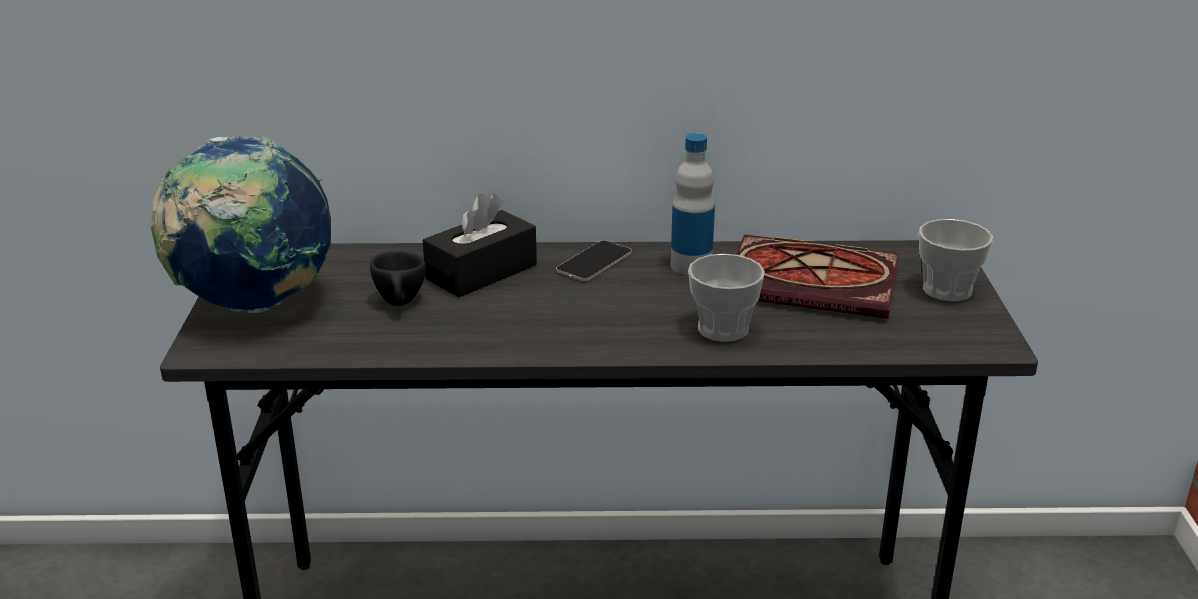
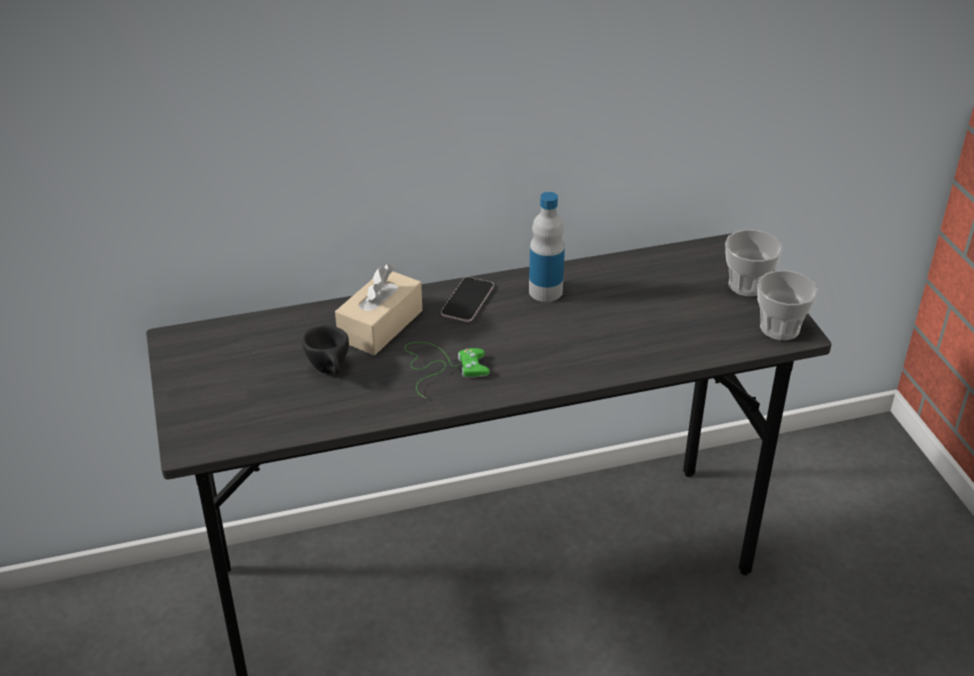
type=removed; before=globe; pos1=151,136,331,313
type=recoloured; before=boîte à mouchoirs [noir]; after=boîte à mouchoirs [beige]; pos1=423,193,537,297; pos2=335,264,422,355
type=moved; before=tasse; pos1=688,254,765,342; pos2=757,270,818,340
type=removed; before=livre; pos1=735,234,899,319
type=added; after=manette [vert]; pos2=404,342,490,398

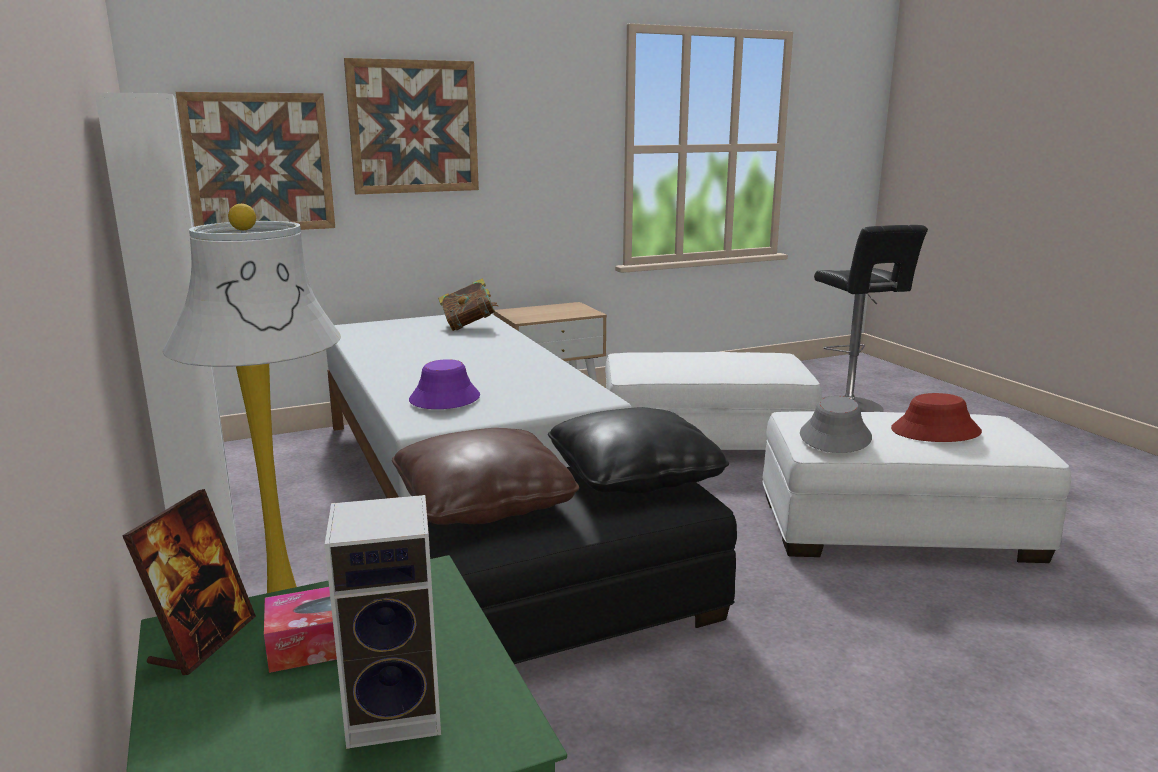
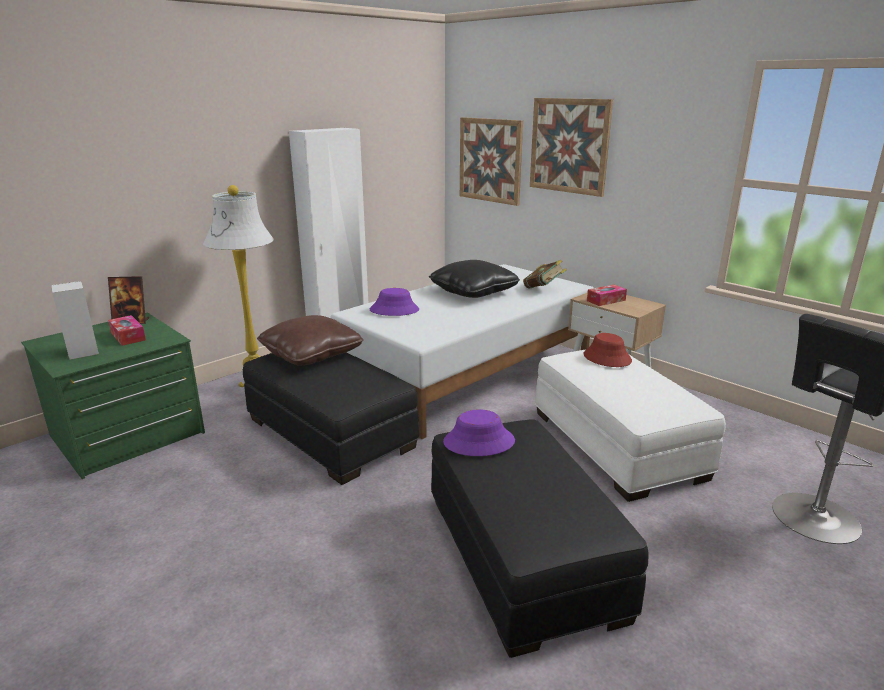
type=moved; before=coussin [noir]; pos1=548,407,729,494; pos2=429,260,520,298
type=recoloured; before=pouf [blanc]; after=pouf [noir]; pos1=762,411,1071,563; pos2=431,419,649,658
type=recoloured; before=chapeau [gris]; after=chapeau [violet]; pos1=800,396,872,453; pos2=443,409,515,456
type=moved; before=chapeau [rouge]; pos1=891,393,982,442; pos2=584,333,632,367
type=added; after=boîte à mouchoirs; pos2=587,285,627,306

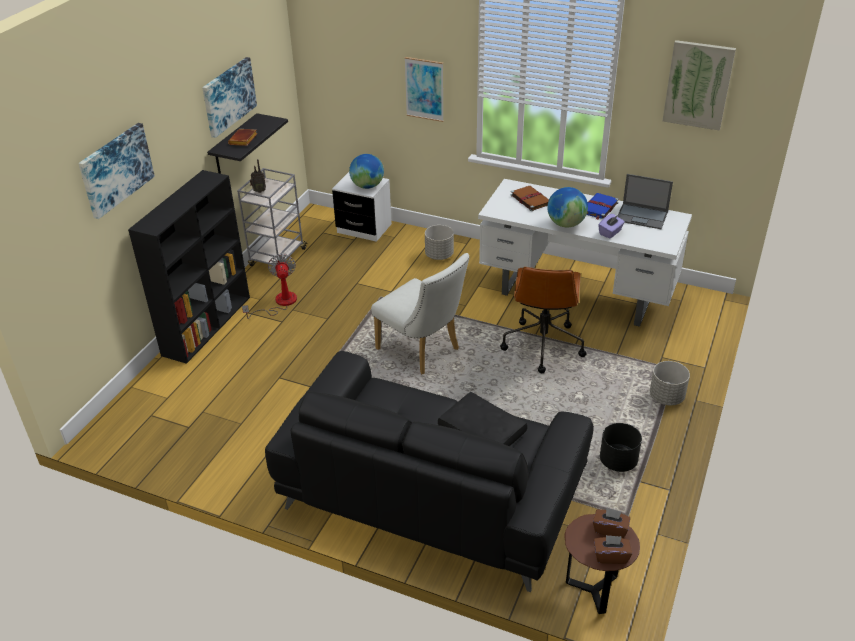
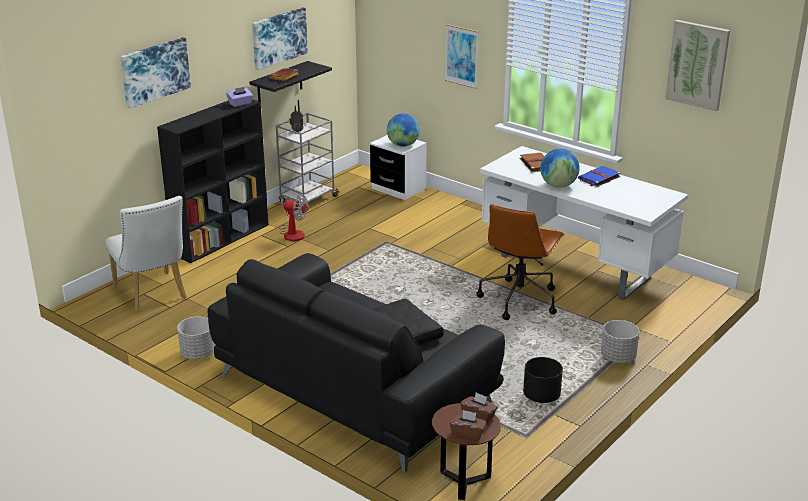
type=turned; before=ventilateur; pos1=242,254,297,319; pos2=279,195,308,241; turn=105
type=moved; before=chaise [blanc]; pos1=371,253,470,374; pos2=105,196,187,312
type=moved; before=cache-pot [gris]; pos1=425,225,454,260; pos2=177,317,215,359
type=moved; before=boîte à mouchoirs [violet]; pos1=598,214,625,238; pos2=226,87,253,107
type=removed; before=ordinateur portable; pos1=617,174,673,229

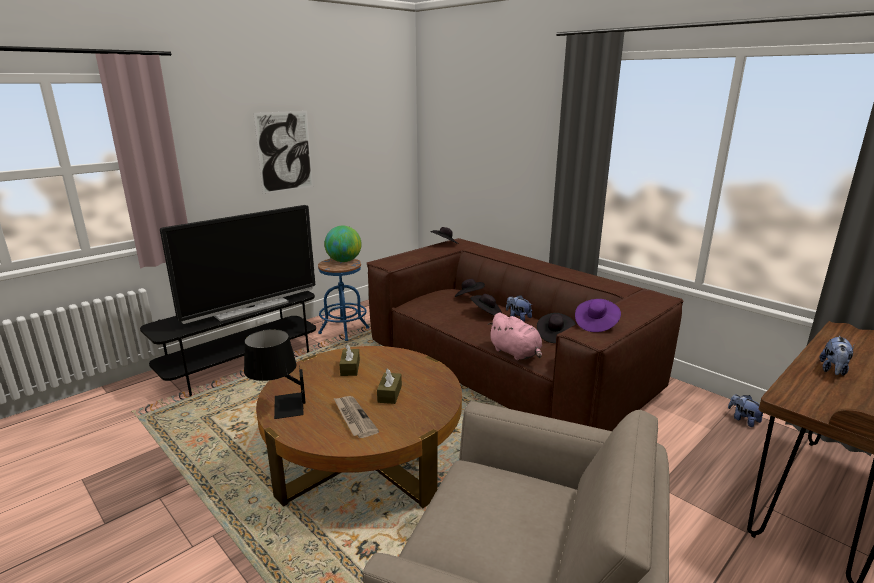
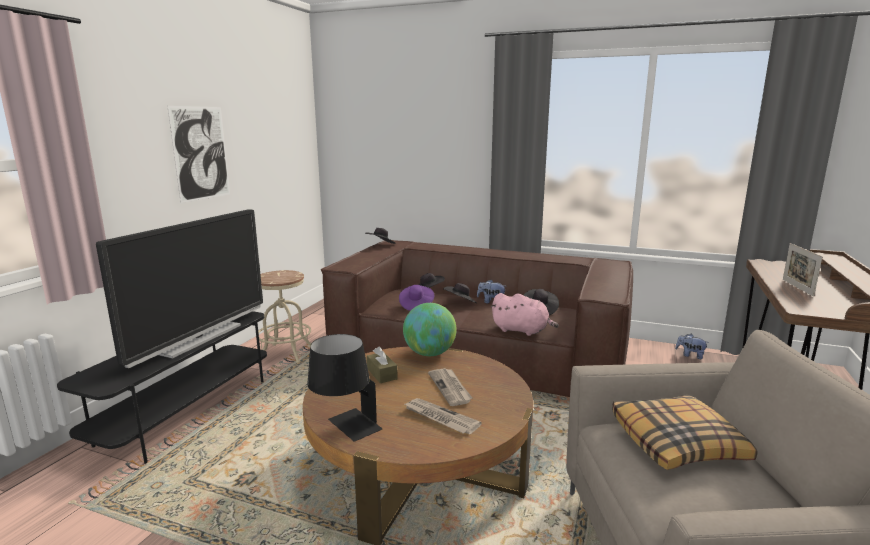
type=recoloured; before=tabouret [bleu]; after=tabouret [beige]; pos1=318,258,369,341; pos2=258,270,311,363
type=moved; before=globe; pos1=324,226,362,262; pos2=403,303,457,356
type=replaced; before=boîte à mouchoirs [marron]; after=journal; pos1=377,368,402,404; pos2=428,368,472,406
type=moved; before=chapeau [violet]; pos1=575,299,621,332; pos2=399,285,434,311
type=replaced; before=peluche; after=cadre photo; pos1=820,336,854,376; pos2=783,243,823,296
type=added; after=coussin; pos2=612,395,757,470

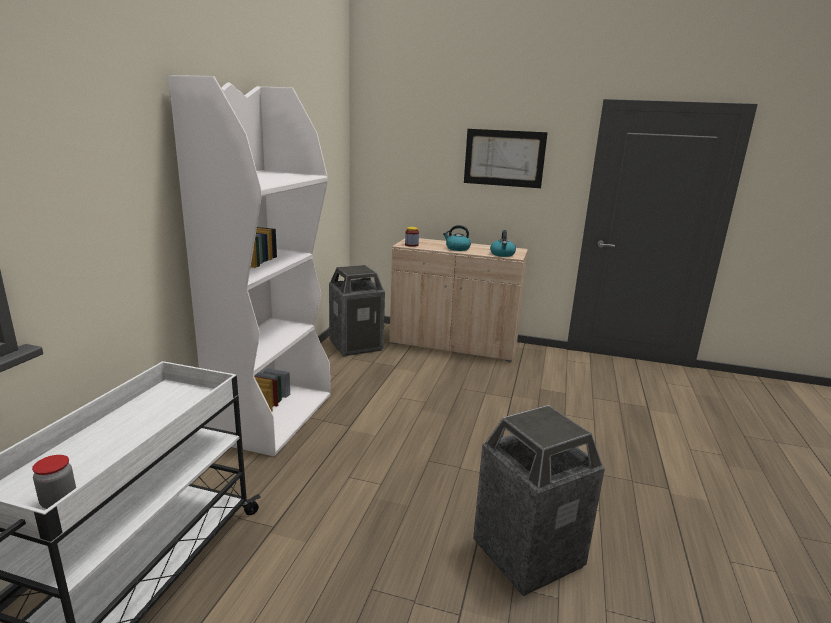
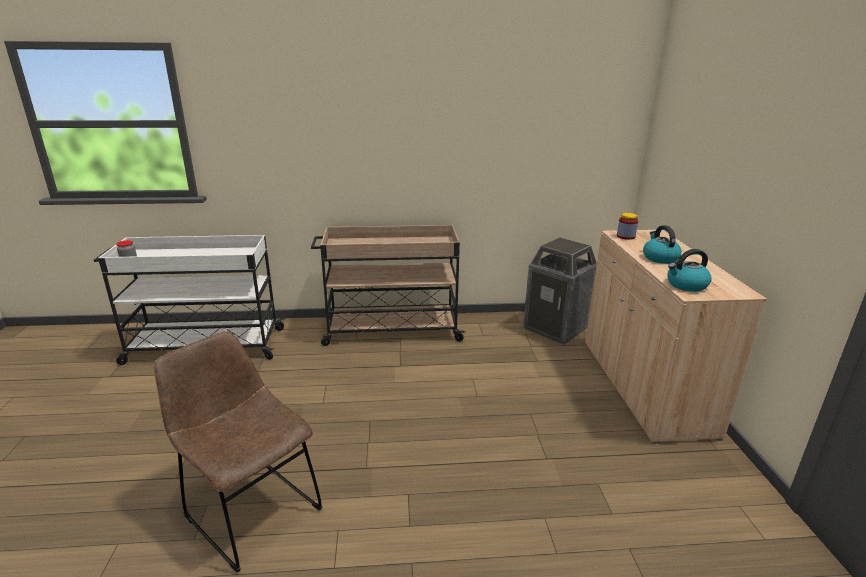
type=replaced; before=bibliothèque [blanc]; after=chariot [beige]; pos1=169,75,330,456; pos2=311,225,466,346
type=removed; before=tableau; pos1=464,129,548,188
type=replaced; before=poubelle; after=chaise [marron]; pos1=473,405,605,596; pos2=153,331,322,573

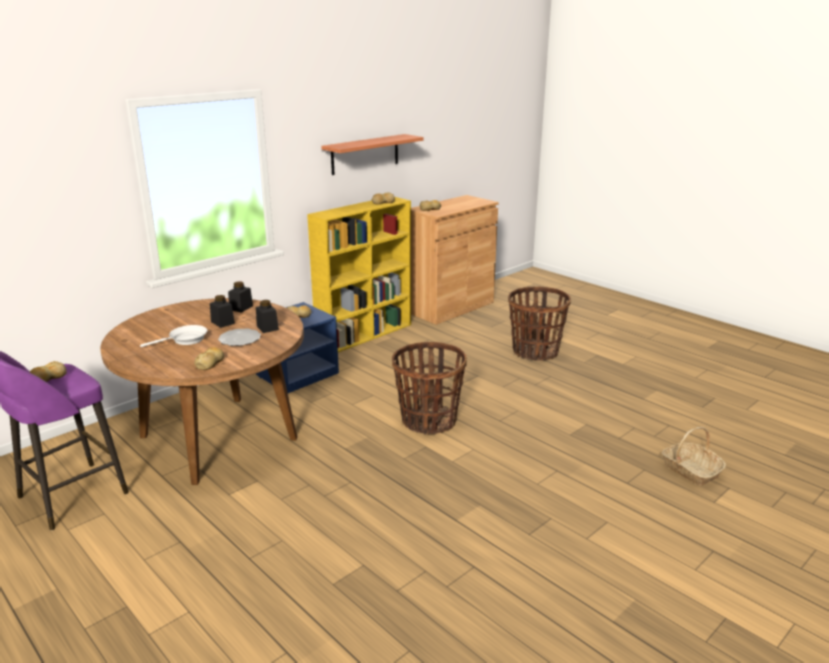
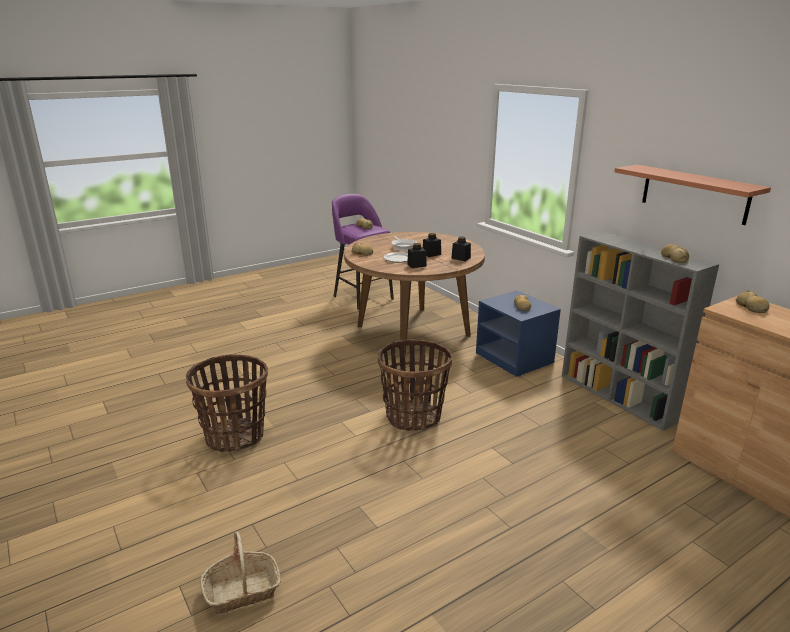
type=recoloured; before=bibliothèque [jaune]; after=bibliothèque [gris]; pos1=307,197,411,352; pos2=562,231,719,431
type=moved; before=panier; pos1=508,287,571,361; pos2=186,354,268,452

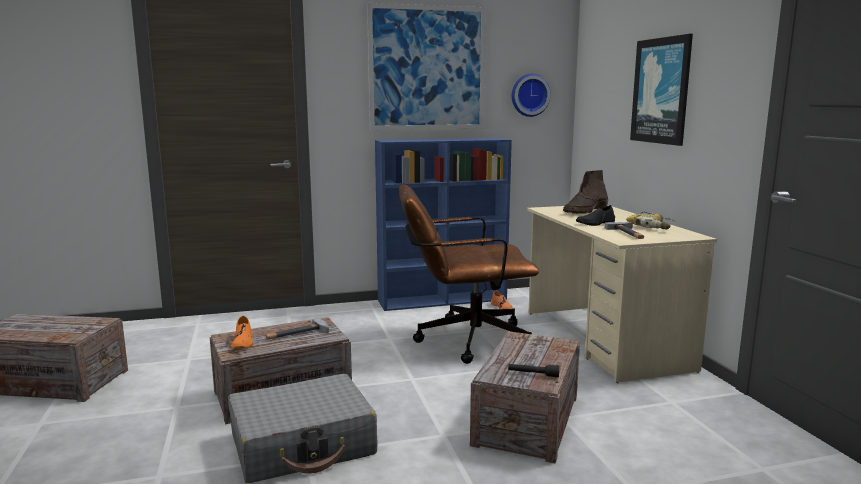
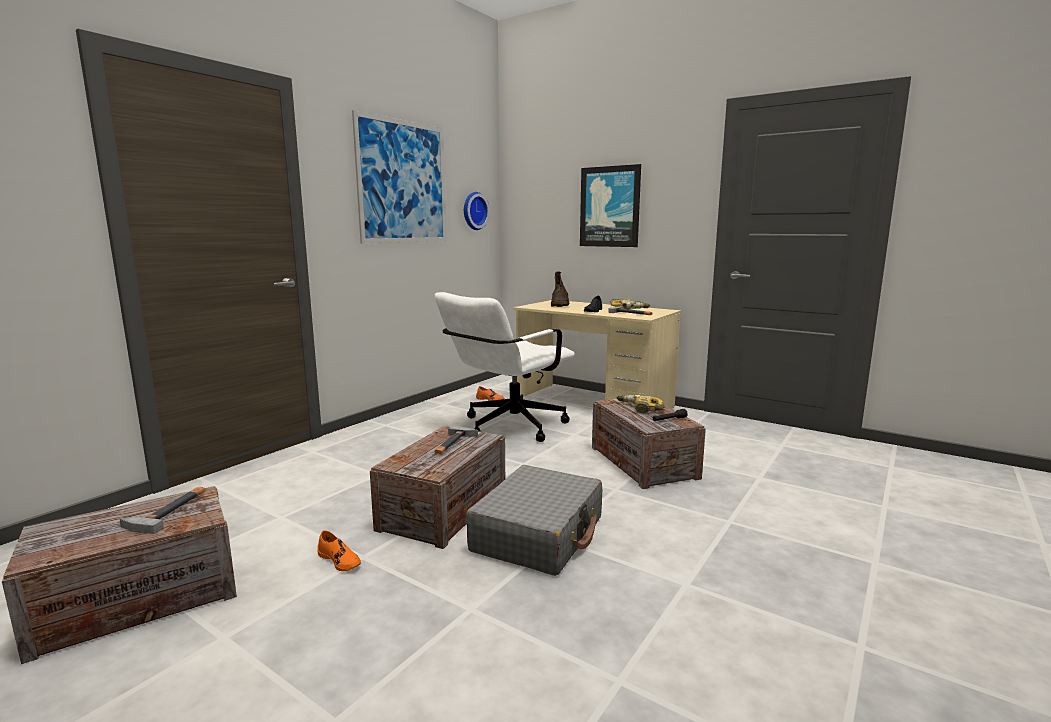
type=moved; before=chaussure [orange]; pos1=231,315,253,349; pos2=317,530,361,571
type=removed; before=bibliothèque [bleu]; pos1=375,138,512,311
type=recoloured; before=chaise de bureau [marron]; after=chaise de bureau [blanc]; pos1=399,184,539,364; pos2=435,292,575,442
type=added; after=marteau; pos2=119,487,205,534
type=added; after=perceuse; pos2=616,395,665,413

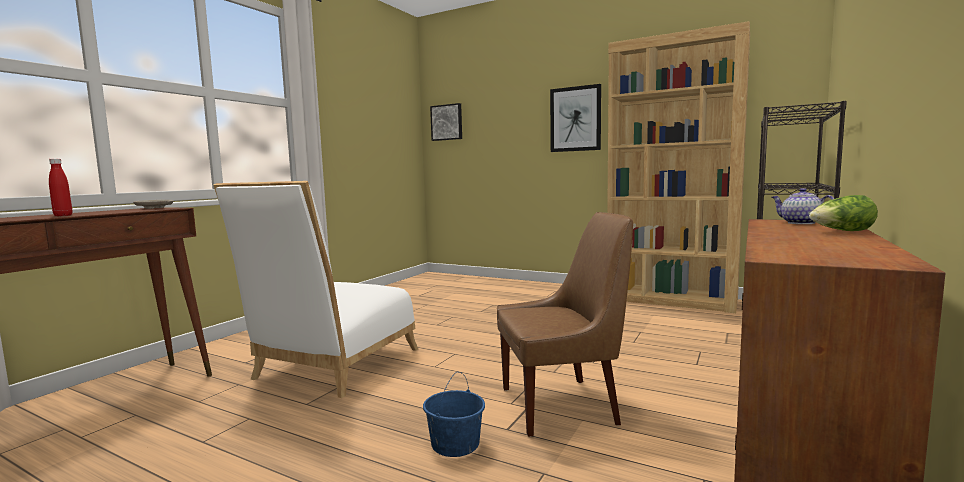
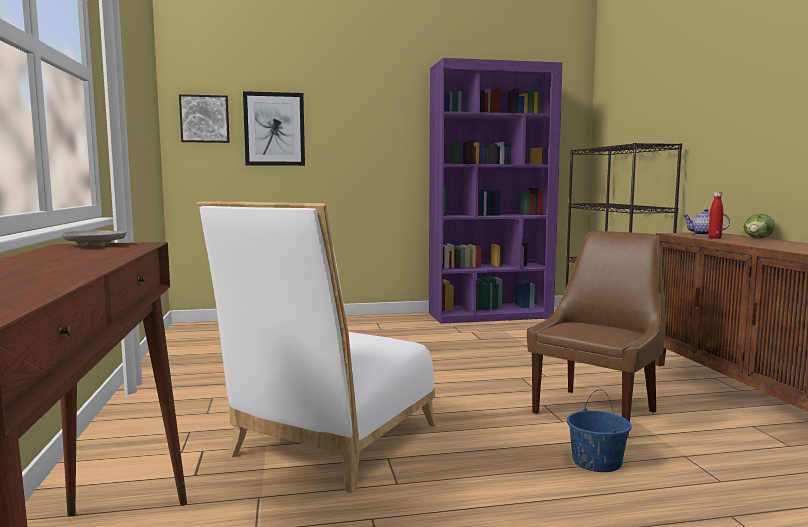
type=moved; before=bouteille [rouge]; pos1=49,158,72,216; pos2=708,192,724,239
type=turned; before=chaise [blanc]; pos1=214,181,418,398; pos2=196,201,438,493; turn=45
type=moved; before=tableau; pos1=550,84,601,152; pos2=243,91,305,166
type=recoloured; before=bibliothèque [marron]; after=bibliothèque [violet]; pos1=607,21,750,313; pos2=429,58,562,324

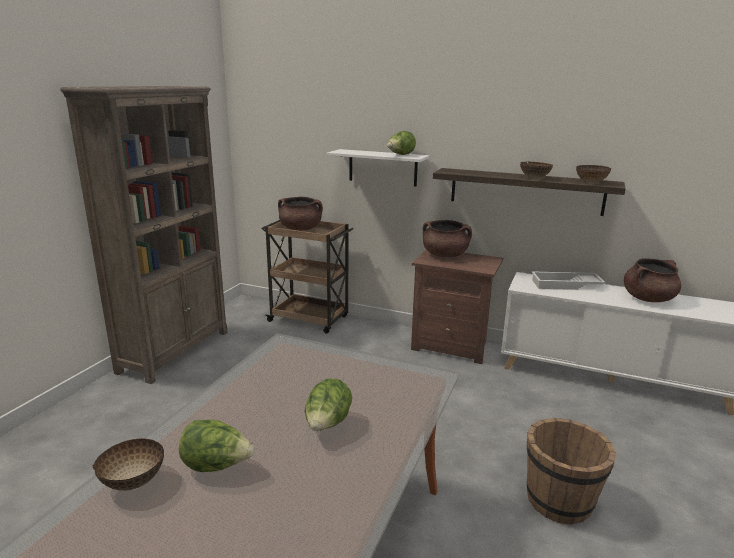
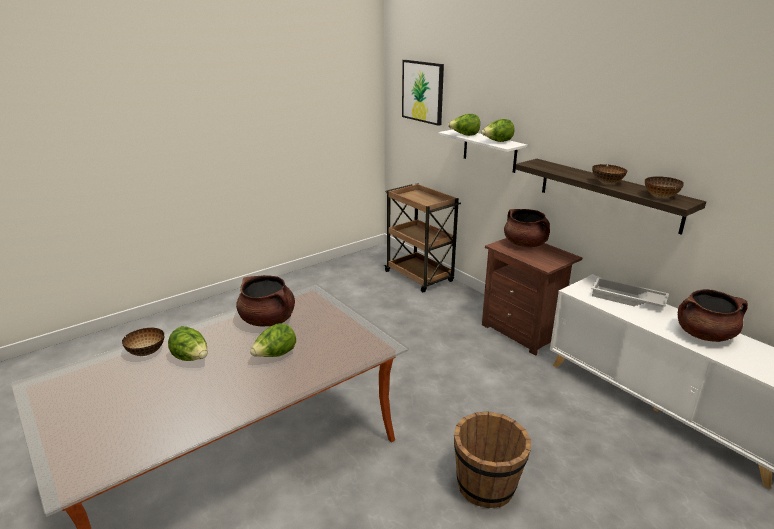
type=removed; before=bibliothèque [marron]; pos1=60,86,228,384
type=moved; before=marmite [marron]; pos1=278,197,323,230; pos2=236,275,295,327
type=added; after=tableau; pos2=402,60,444,126
type=added; after=laitue; pos2=448,114,480,136

